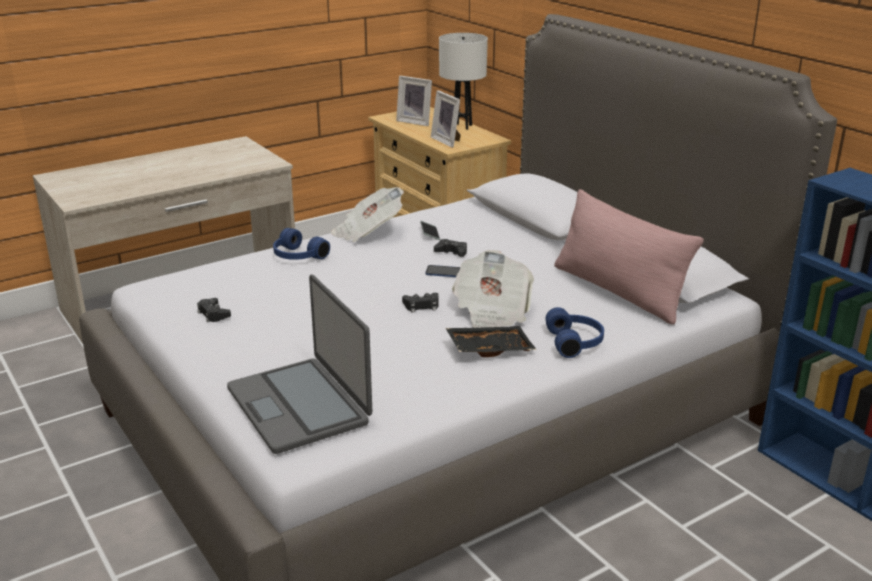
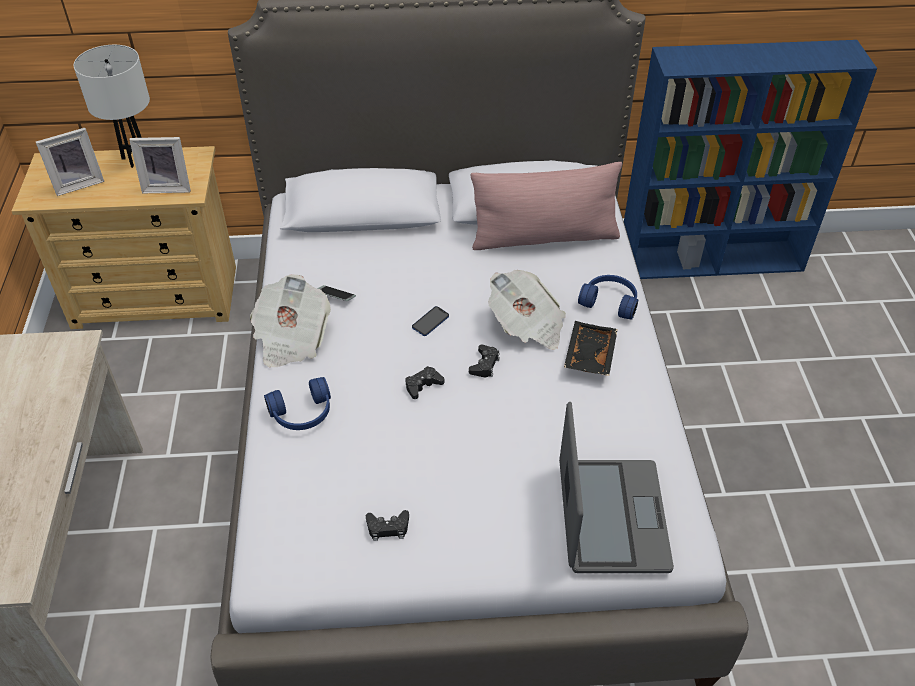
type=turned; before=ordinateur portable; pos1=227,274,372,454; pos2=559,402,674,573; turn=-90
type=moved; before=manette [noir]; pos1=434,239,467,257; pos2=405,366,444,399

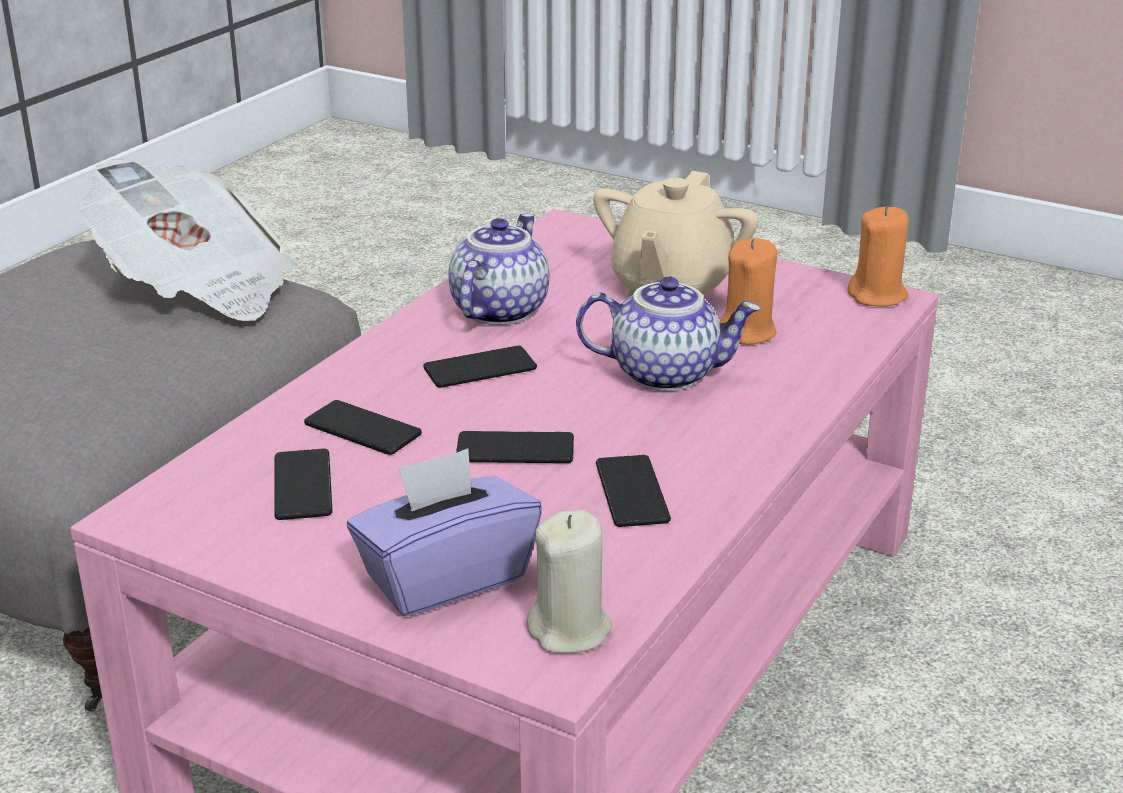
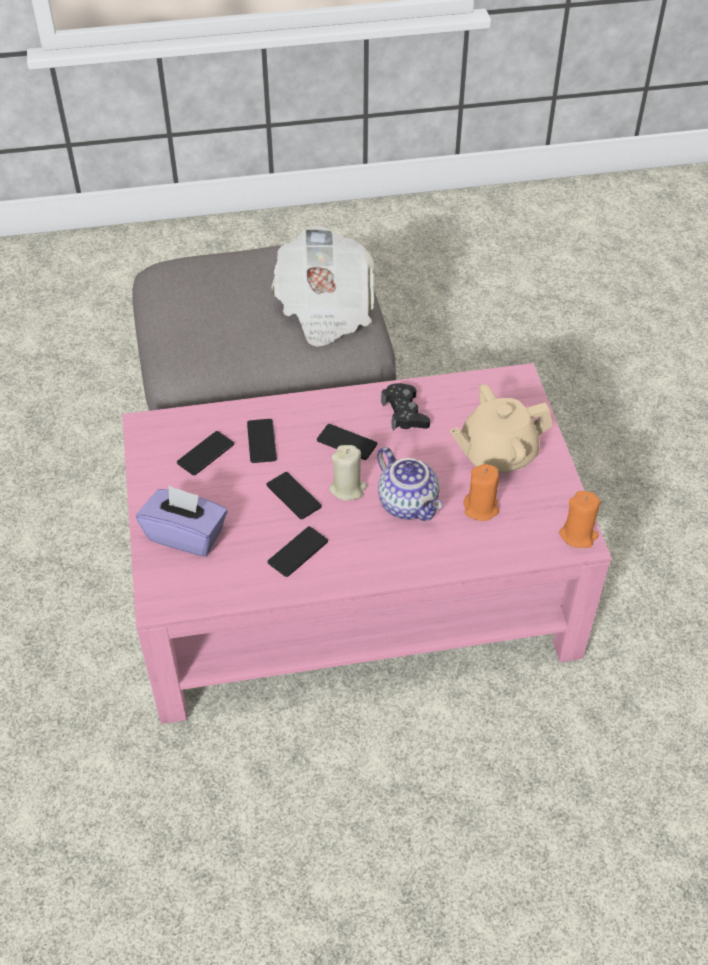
type=replaced; before=théière; after=manette [noir]; pos1=448,213,549,325; pos2=381,383,430,431
type=moved; before=bougie [beige]; pos1=527,510,613,653; pos2=329,445,367,501

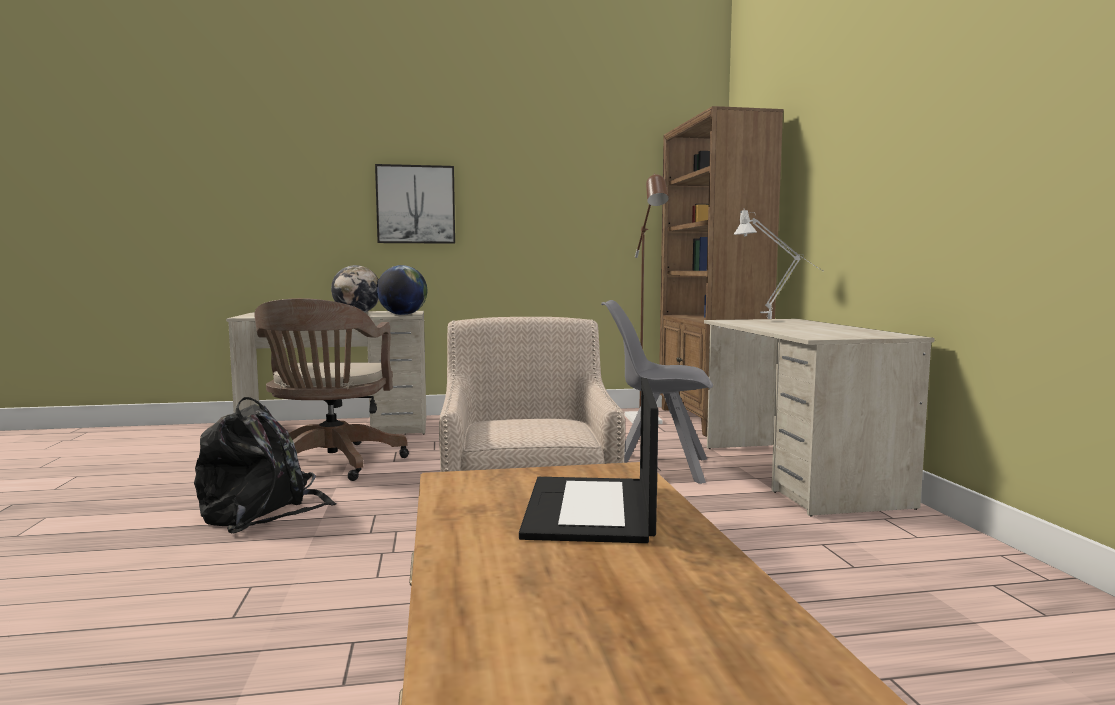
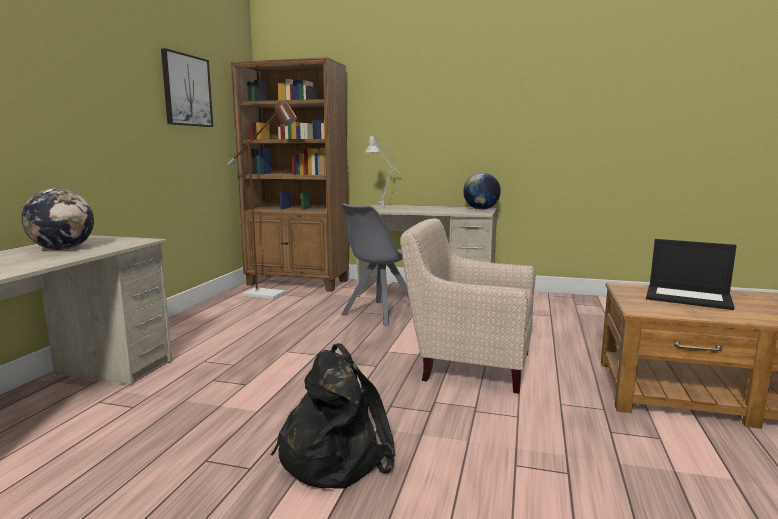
type=removed; before=chaise de bureau [marron]; pos1=254,298,409,481
type=moved; before=tableau; pos1=375,164,455,244; pos2=161,48,213,127
type=moved; before=globe; pos1=377,265,427,315; pos2=463,173,501,210

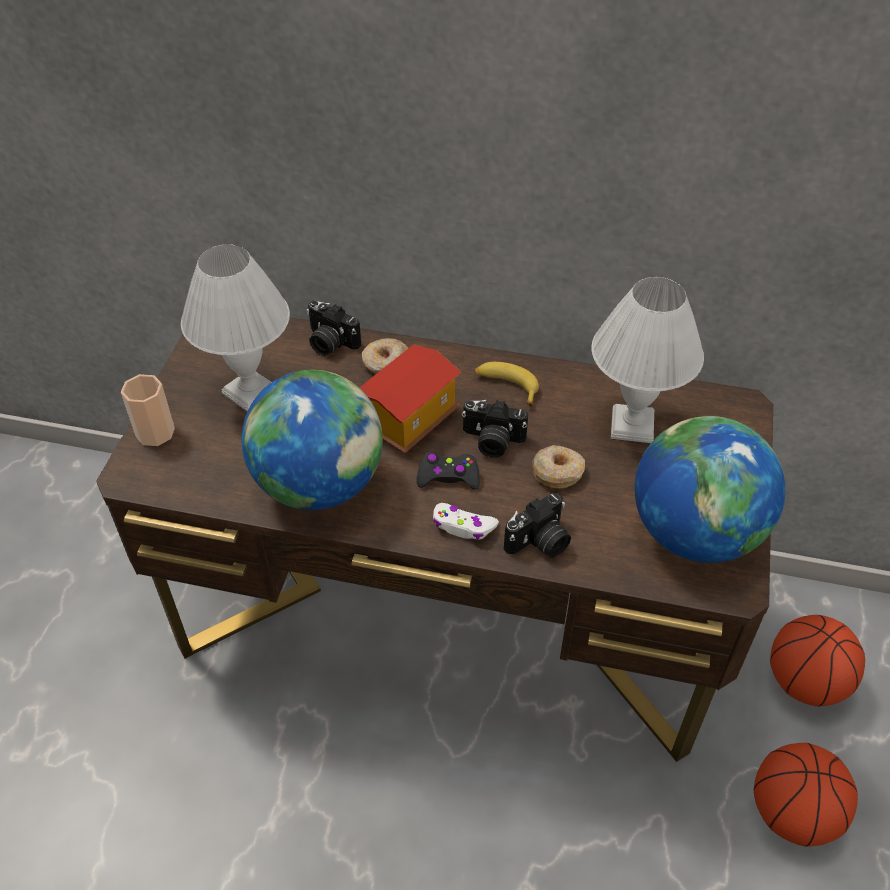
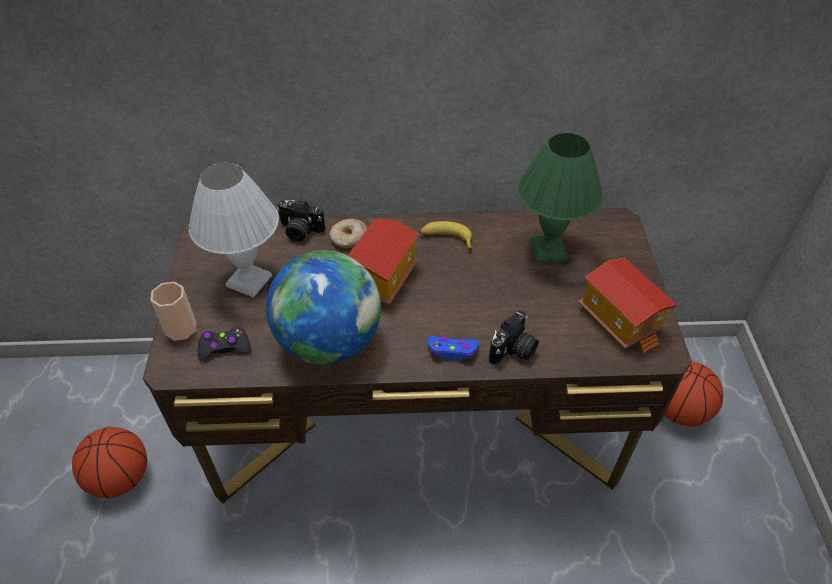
type=moved; before=manette [noir]; pos1=416,452,480,490; pos2=198,326,251,362
type=recoloured; before=manette [blanc]; after=manette [bleu]; pos1=433,503,499,540; pos2=428,336,479,360
type=removed; before=appareil photo; pos1=462,400,528,458
type=removed; before=beignet; pos1=532,445,585,489
type=recoloured; before=lampe de table [blanc]; after=lampe de table [vert]; pos1=591,277,704,443; pos2=517,133,603,263
type=replaced; before=globe; after=maison miniature; pos1=634,416,785,563; pos2=578,258,677,353
type=moved; before=ballon de basket; pos1=754,743,858,847; pos2=72,427,147,498

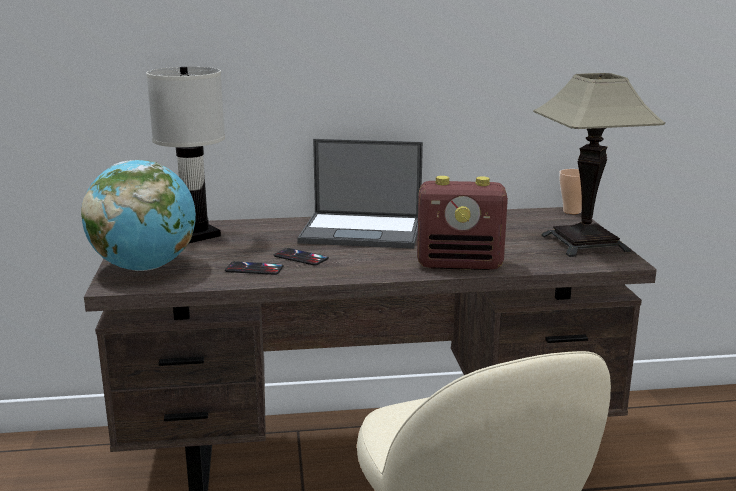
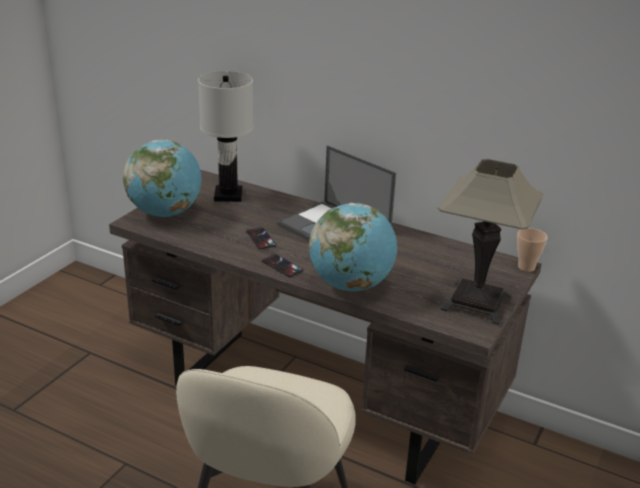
type=moved; before=téléphone; pos1=225,261,283,275; pos2=262,254,303,277
type=replaced; before=radio; after=globe; pos1=417,176,508,270; pos2=309,203,397,291

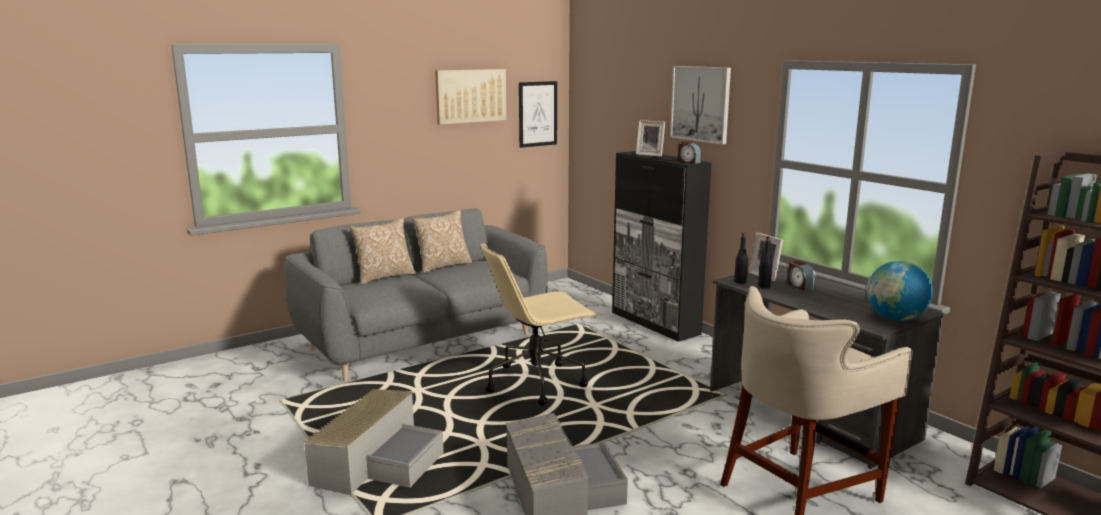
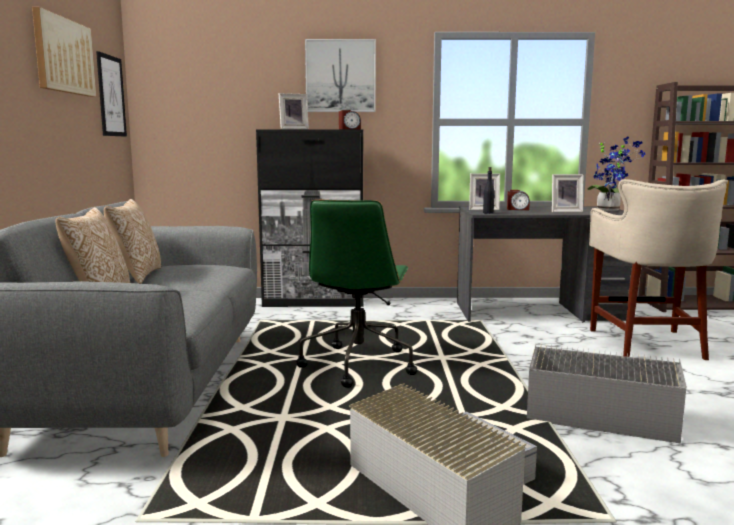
type=recoloured; before=chaise de bureau [beige]; after=chaise de bureau [vert]; pos1=481,242,598,406; pos2=296,200,417,388
type=removed; before=bouteille [noir]; pos1=758,236,772,289
type=replaced; before=globe; after=plante en pot; pos1=867,261,933,321; pos2=588,136,645,211
type=added; after=cadre photo; pos2=552,174,583,212

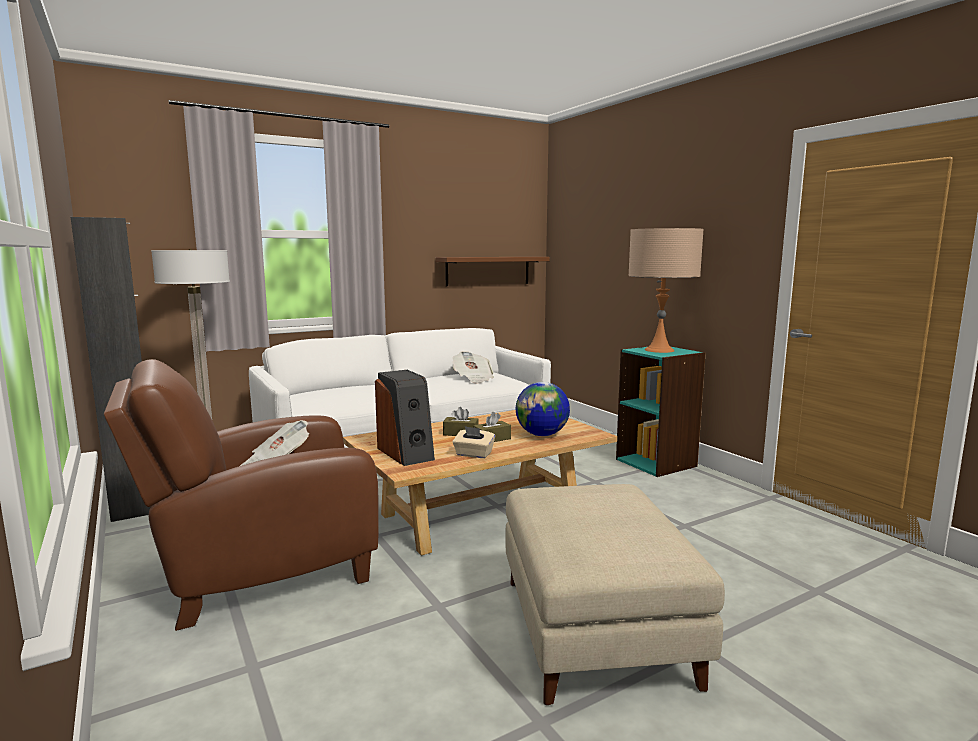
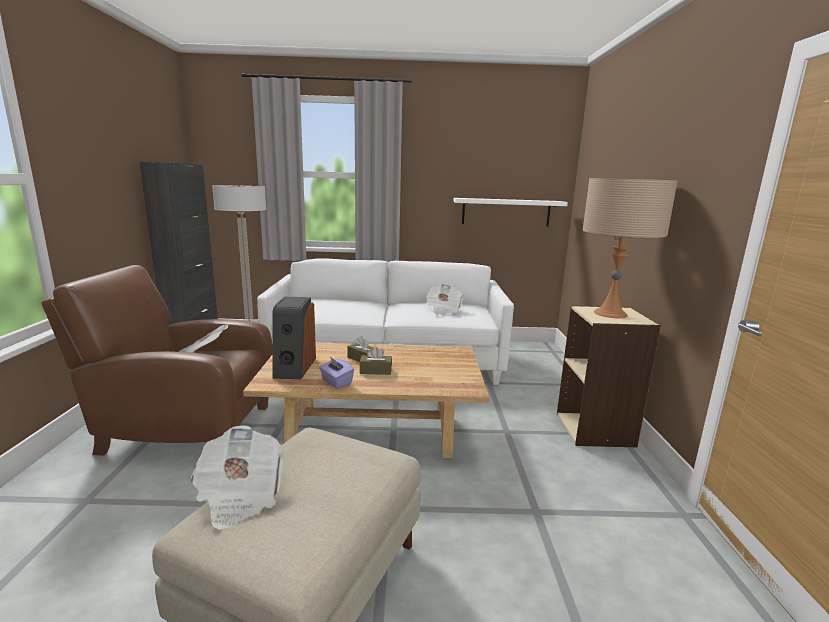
type=recoloured; before=étagère [marron]; after=étagère [blanc]; pos1=436,257,550,286; pos2=453,198,568,227
type=recoloured; before=boîte à mouchoirs [beige]; after=boîte à mouchoirs [violet]; pos1=452,426,495,458; pos2=319,357,354,388
type=removed; before=globe; pos1=516,382,570,436
type=recoloured; before=bibliothèque [turquoise]; after=bibliothèque [beige]; pos1=616,346,706,477; pos2=557,305,661,447
type=added; after=journal; pos2=191,425,284,530

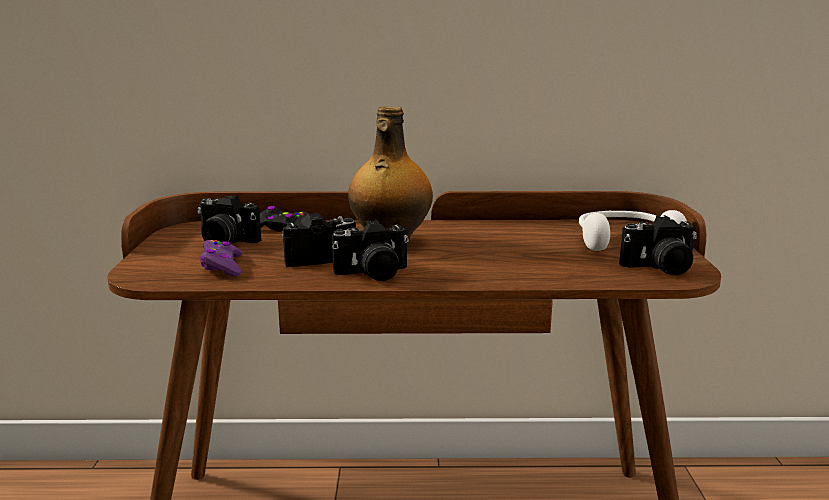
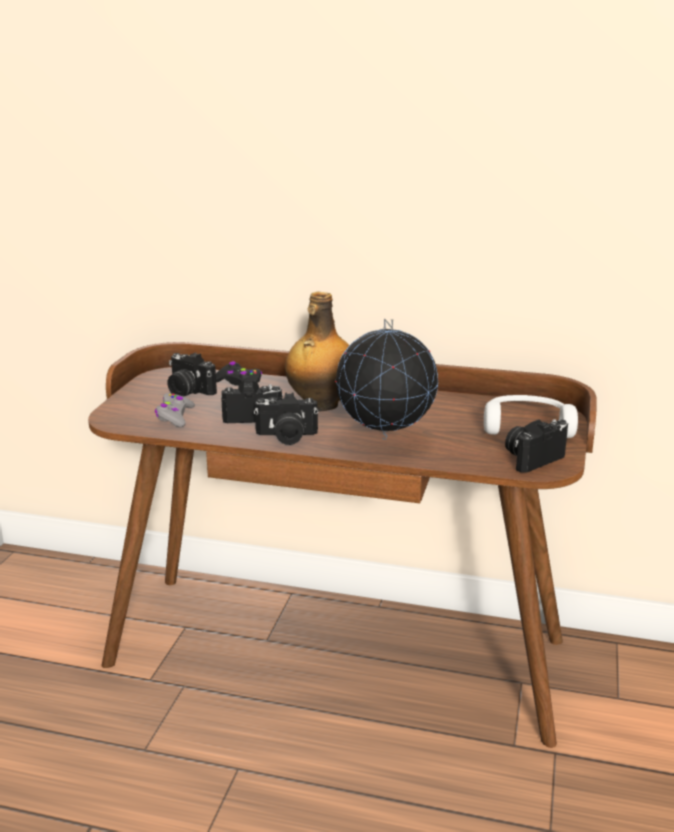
type=recoloured; before=manette [violet]; after=manette [gris]; pos1=199,240,243,277; pos2=155,393,195,427
type=turned; before=appareil photo; pos1=619,215,697,275; pos2=505,419,568,473; turn=135
type=added; after=globe; pos2=335,319,438,440

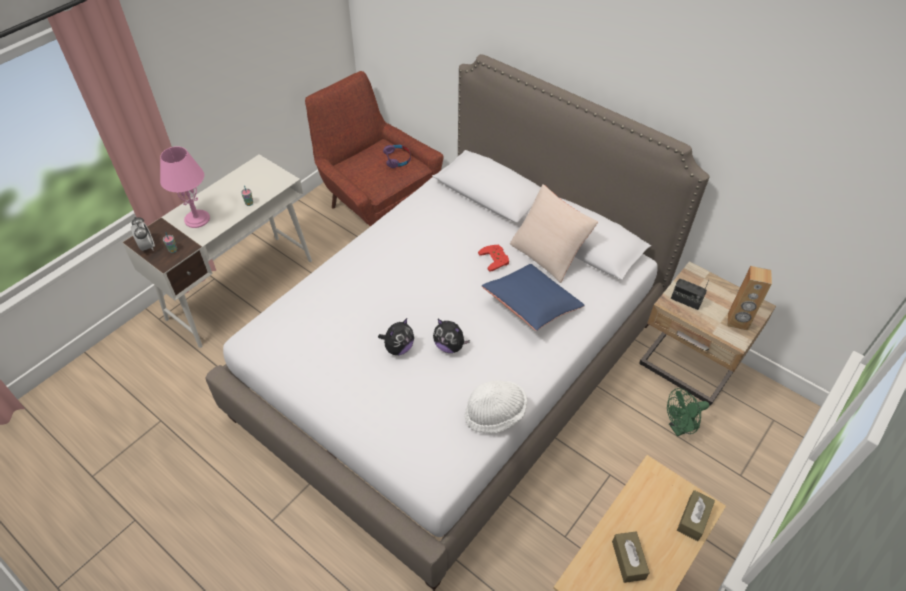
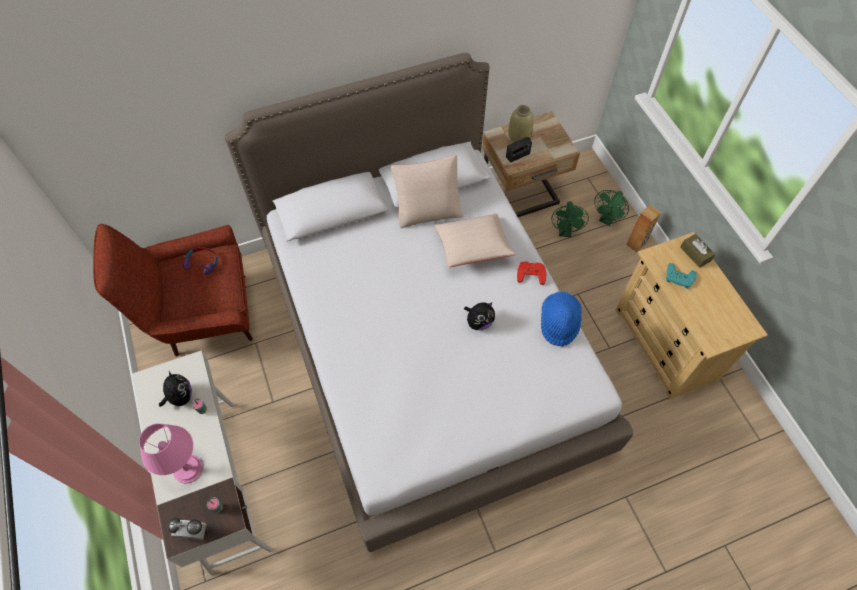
type=moved; before=peluche; pos1=378,318,414,355; pos2=159,371,192,407
type=recoloured; before=chapeau [blanc]; after=chapeau [bleu]; pos1=464,381,527,434; pos2=541,292,582,347
type=moved; before=manette [rouge]; pos1=478,245,509,272; pos2=517,261,546,285
type=recoloured; before=coussin [bleu]; after=coussin [beige]; pos1=482,264,585,331; pos2=434,214,516,267
type=removed; before=boîte à mouchoirs [marron]; pos1=612,531,650,583
type=moved; before=enceinte [marron]; pos1=727,266,772,331; pos2=626,205,661,252
type=added; after=vase [beige]; pos2=508,105,534,142
type=added; after=ventilateur [vert]; pos2=594,190,629,226
type=added; after=manette [turquoise]; pos2=666,263,697,289

